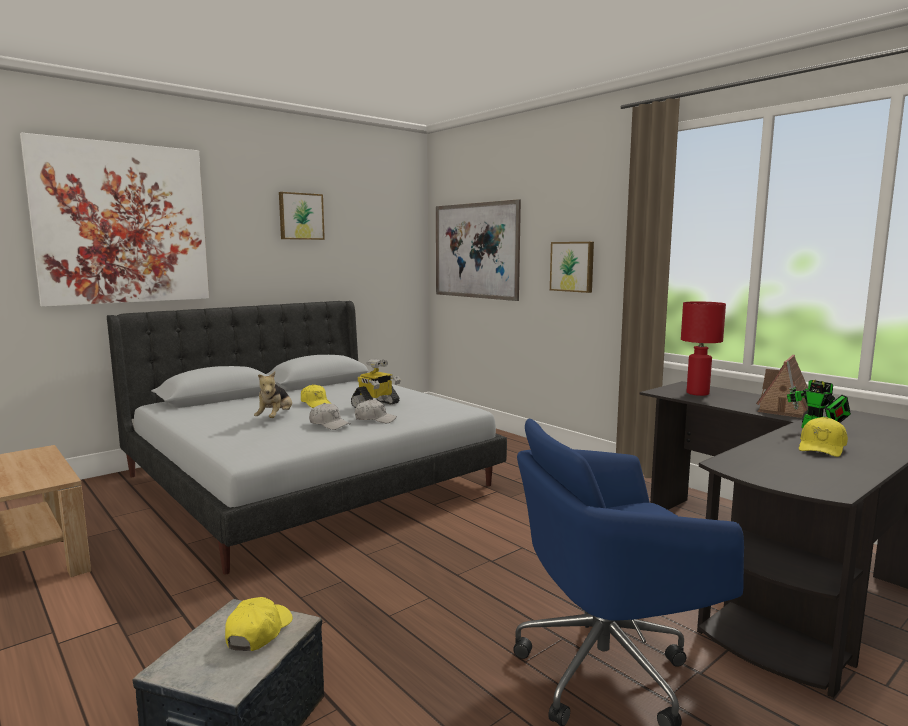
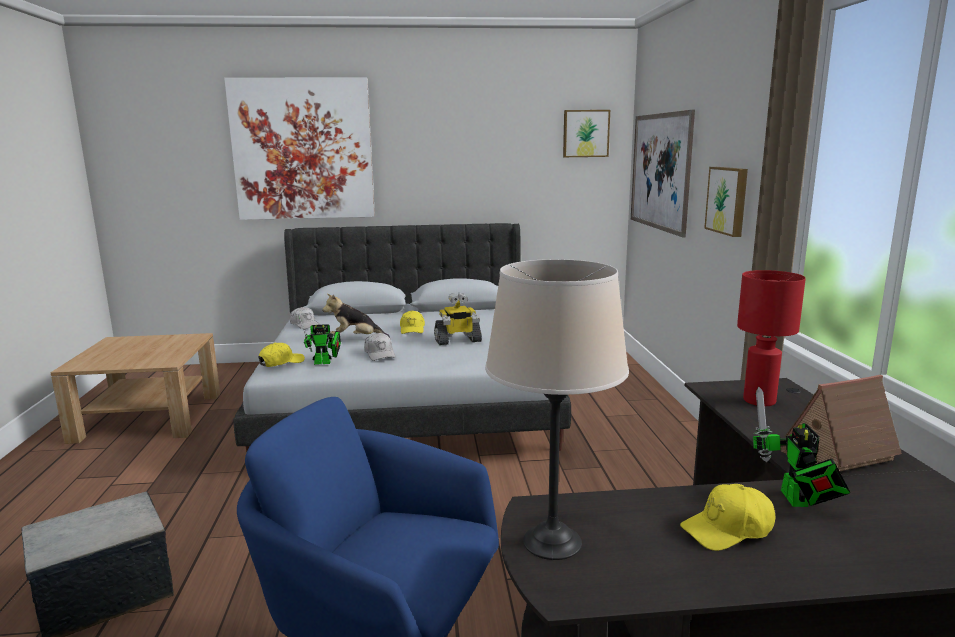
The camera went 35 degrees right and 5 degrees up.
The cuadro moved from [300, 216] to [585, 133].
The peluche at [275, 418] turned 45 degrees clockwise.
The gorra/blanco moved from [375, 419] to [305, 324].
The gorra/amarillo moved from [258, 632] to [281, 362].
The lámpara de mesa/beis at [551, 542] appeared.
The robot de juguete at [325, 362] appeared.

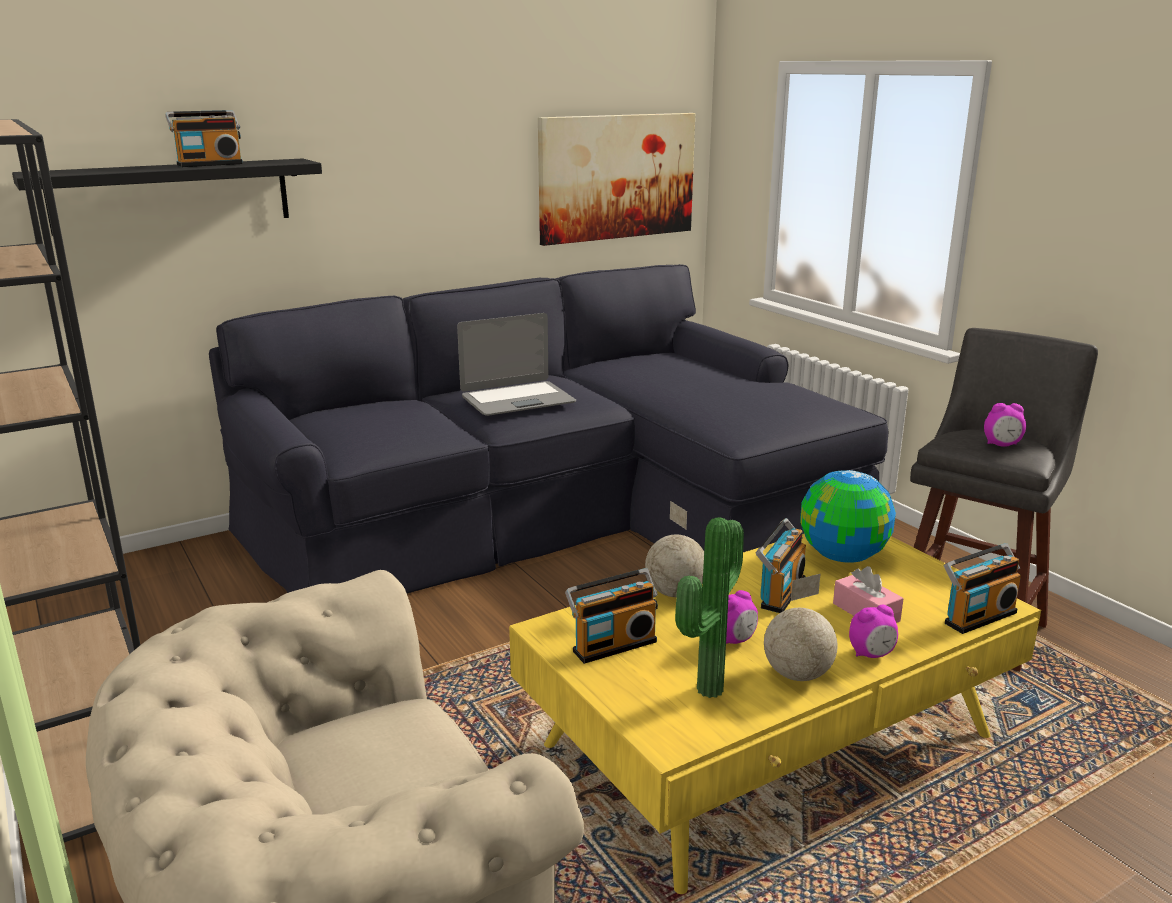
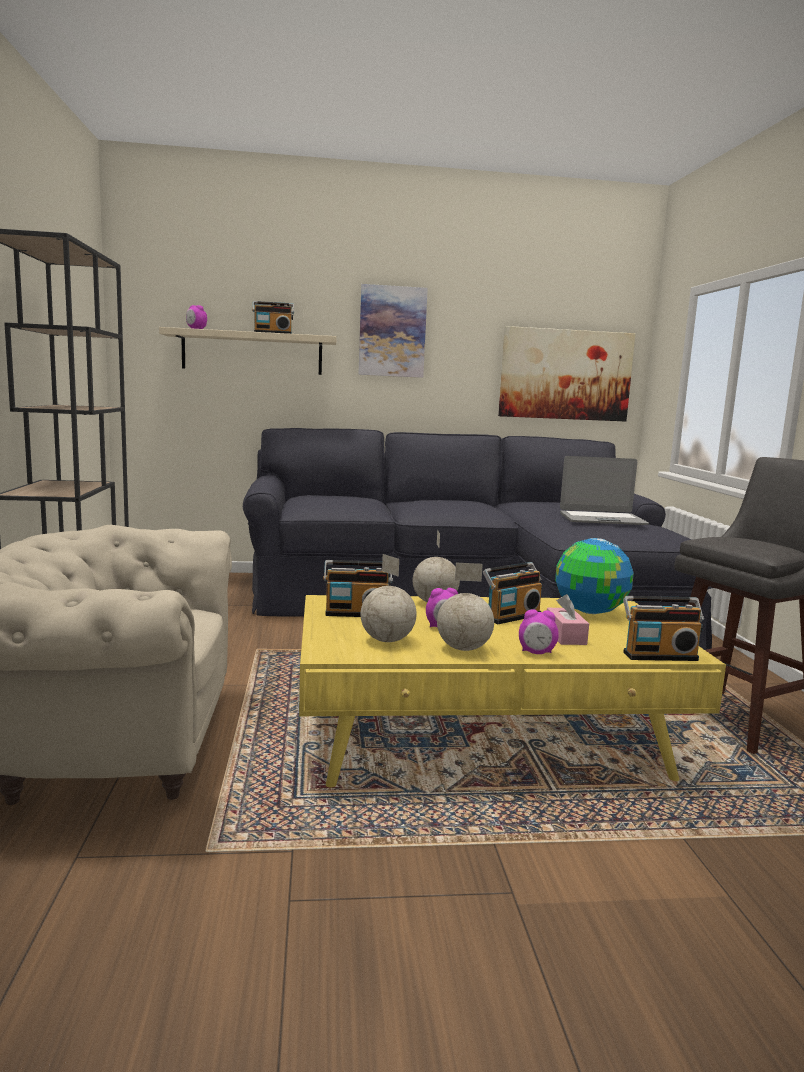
The camera went 25 degrees right and 10 degrees down.
The estante/negro at [172, 195] became the estante/beis at [252, 353].
The portátil moved from [517, 400] to [602, 519].
The despertador moved from [1002, 445] to [196, 329].
The planta en maceta at [704, 688] was replaced by the globo terráqueo at [387, 640].
The cuadro at [392, 331] appeared.

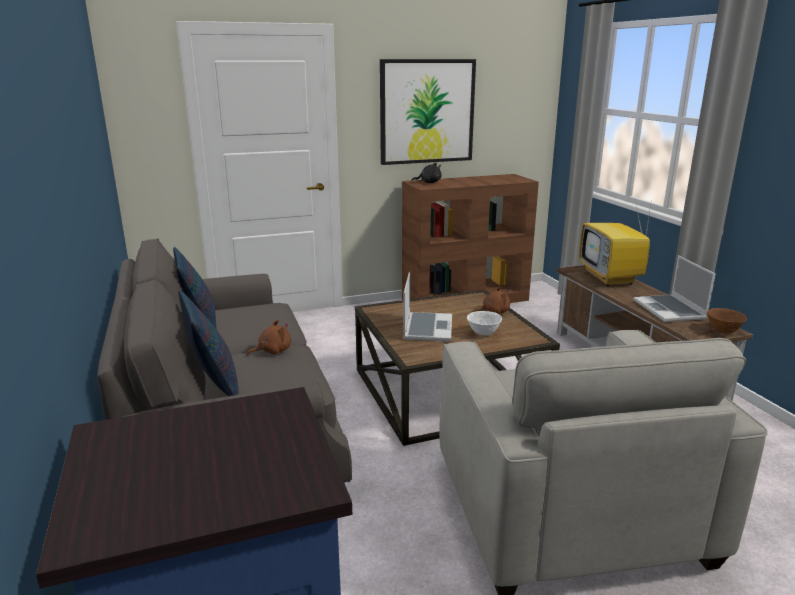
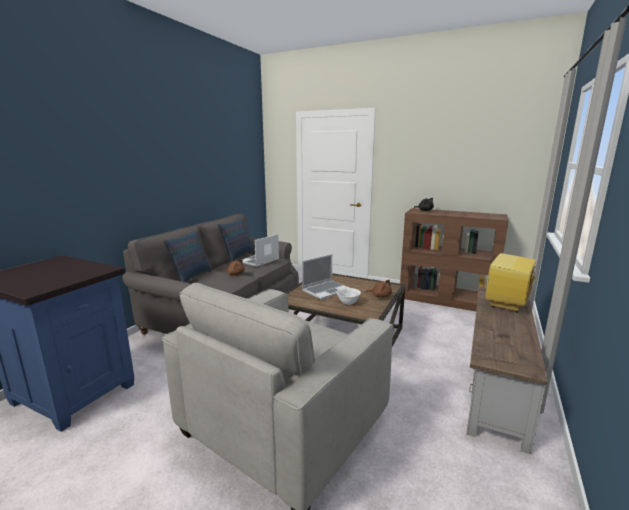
The camera went 45 degrees right and 5 degrees down.
The cuadro at [427, 112] disappeared.
The portátil moved from [670, 310] to [259, 261].
The cuenco/marrón at [723, 331] disappeared.

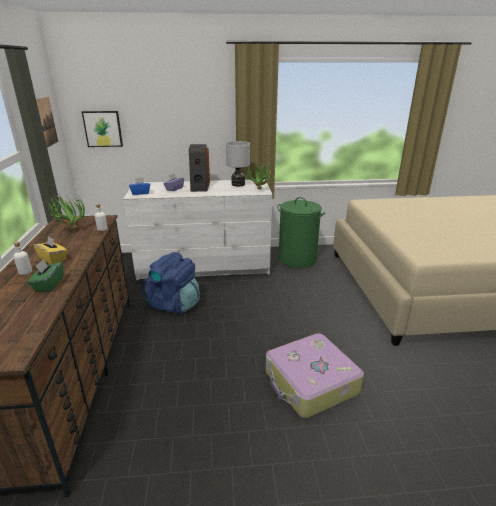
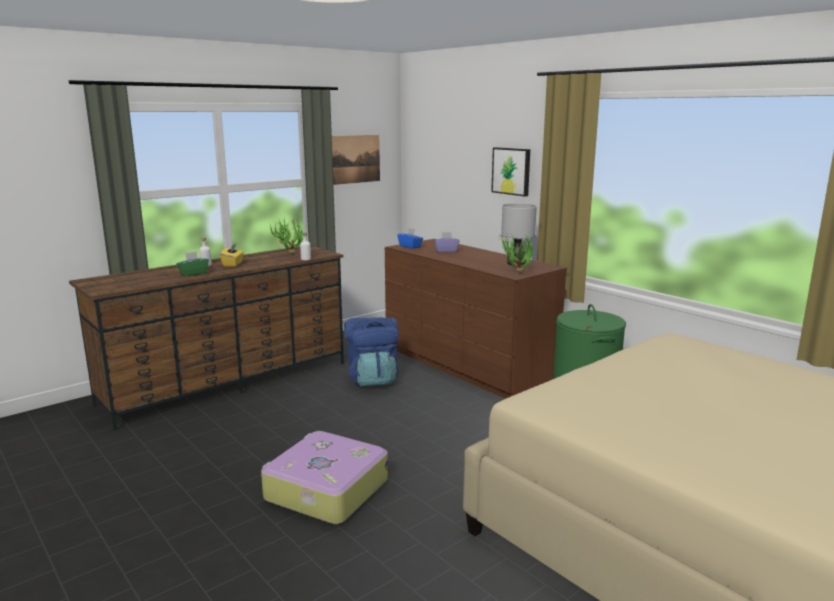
The camera went 55 degrees right and 10 degrees down.
The cuadro moved from [103, 129] to [511, 171].
The altavoz at [199, 186] disappeared.
The cómoda/blanco at [204, 266] became the cómoda/marrón at [467, 365].

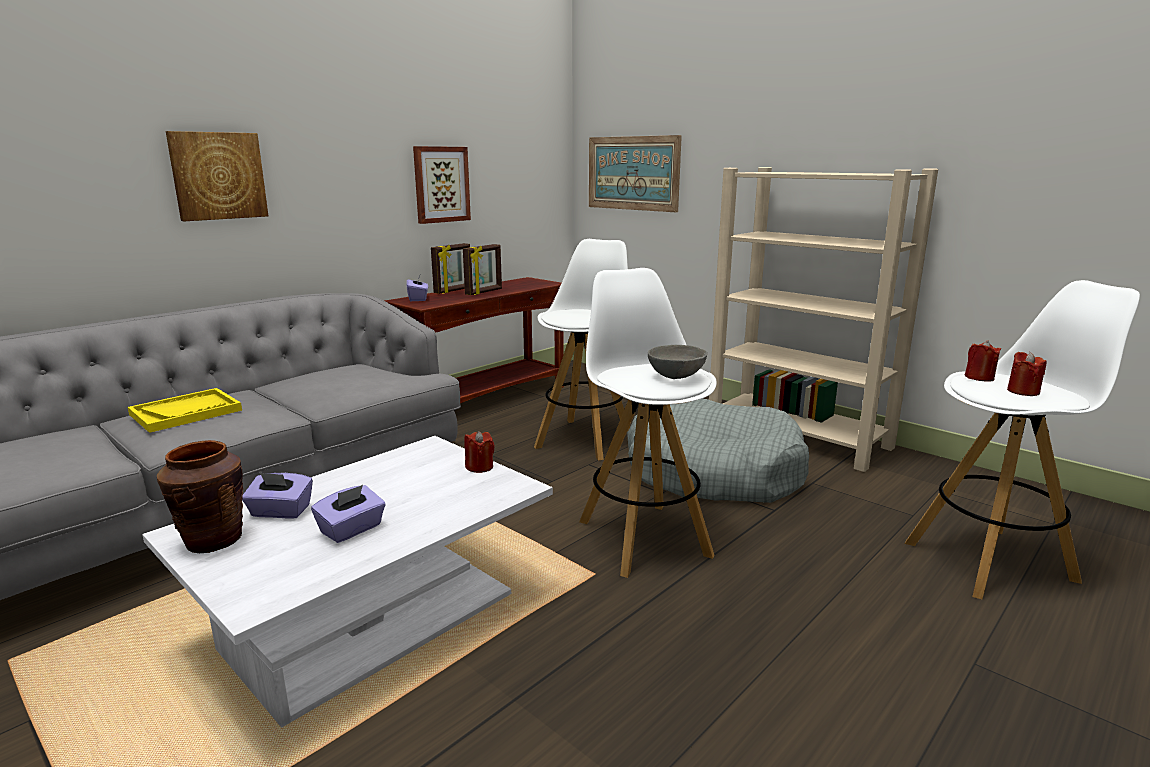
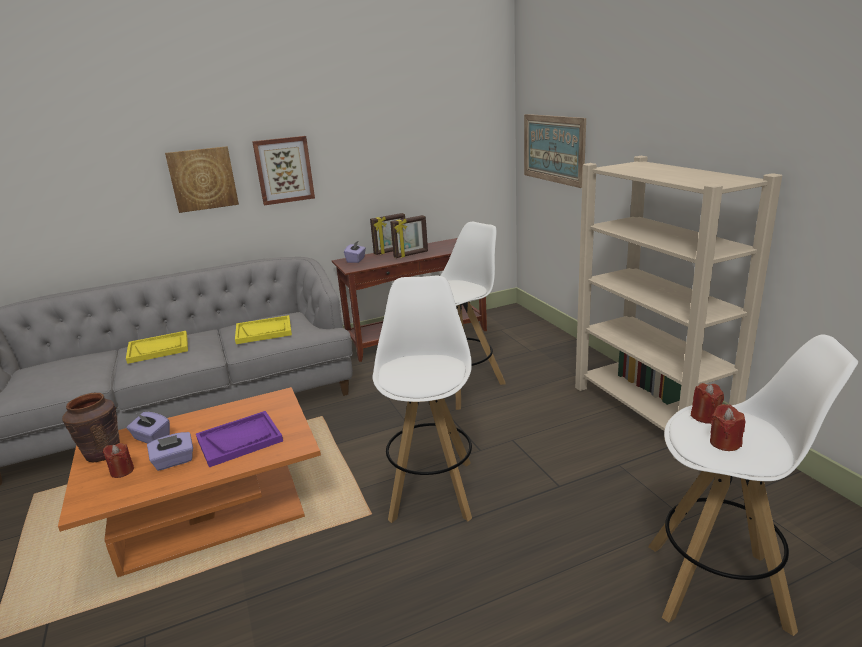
The camera went 25 degrees right and 5 degrees up.
The cuadro moved from [441, 184] to [284, 170].
The cuenco/gris at [676, 376] disappeared.
The cama para perro/gris at [713, 472] disappeared.
The vela/rojo moved from [479, 467] to [122, 471].
The mesa de centro/blanco at [373, 621] became the mesa de centro/naranja at [212, 516].
The bandeja/amarillo at [264, 331] appeared.
The bandeja/morado at [240, 440] appeared.

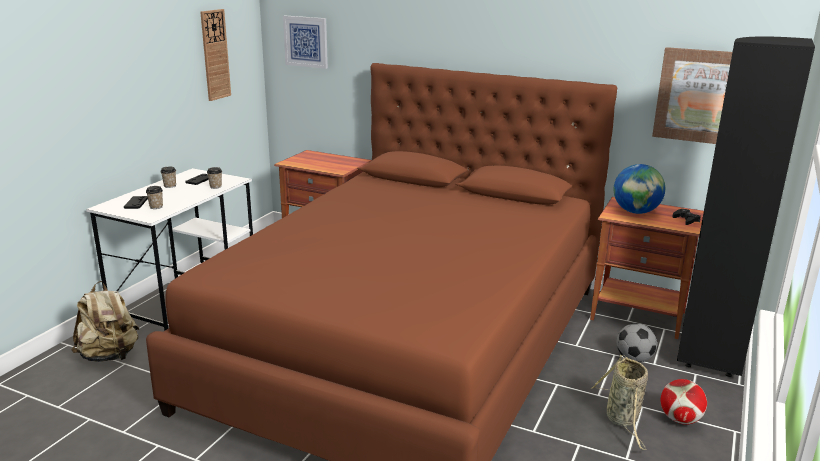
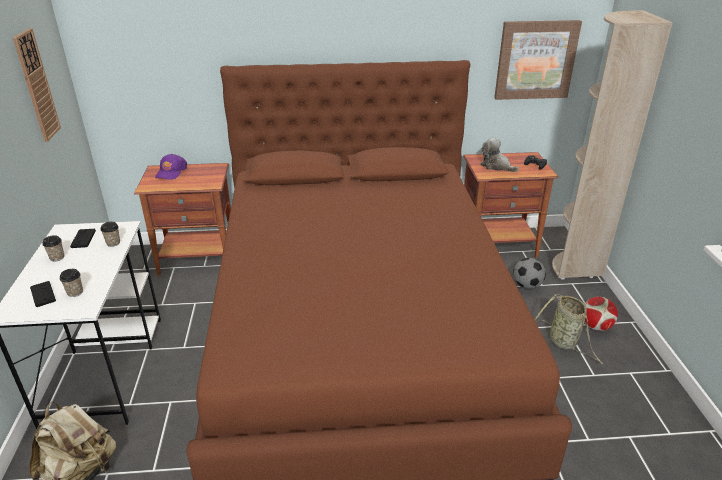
The camera went 30 degrees left and 10 degrees up.
The cuadro at [306, 41] disappeared.
The estantería/negro at [711, 362] became the estantería/beis at [573, 270].
The globo terráqueo at [636, 212] was replaced by the peluche at [496, 166].
The gorra/morado at [171, 172] appeared.

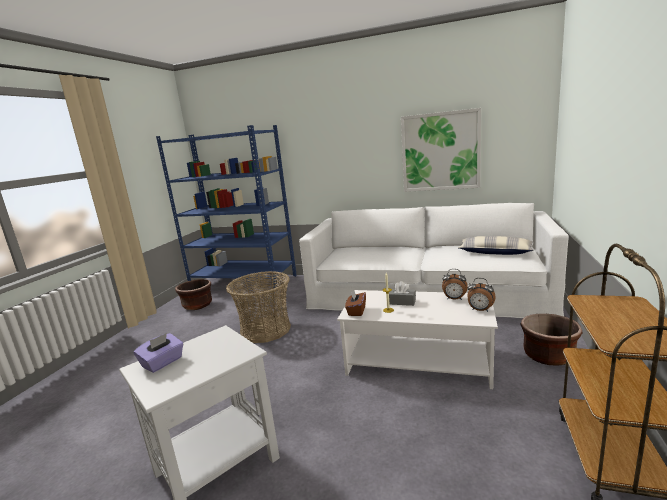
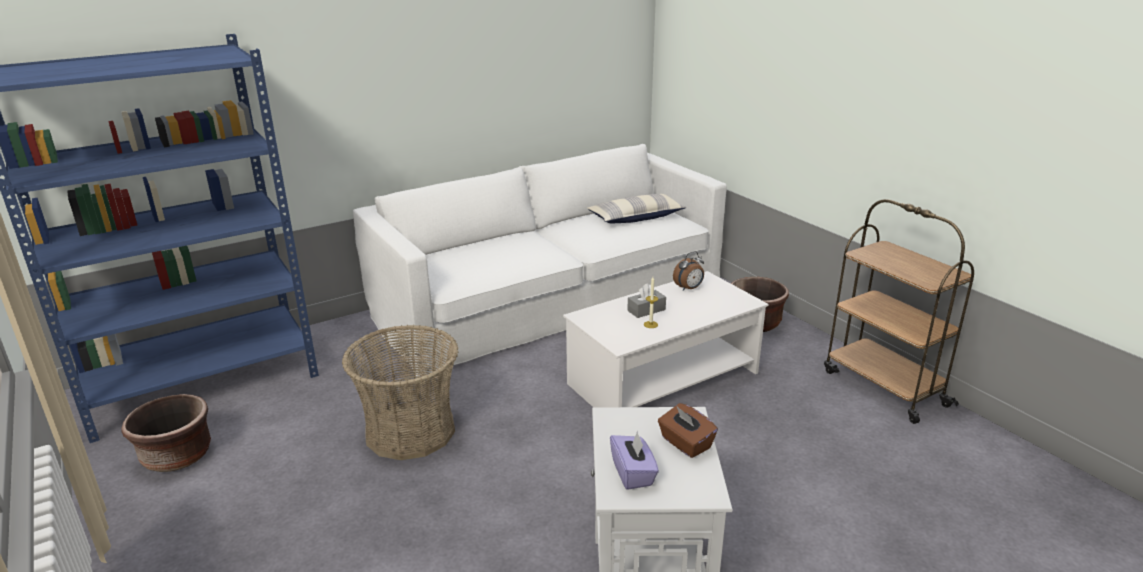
The camera went 50 degrees left and 10 degrees up.
The cuadro at [440, 151] disappeared.
The despertador at [480, 310] disappeared.
The caja de pañuelos/marrón moved from [356, 311] to [685, 443].

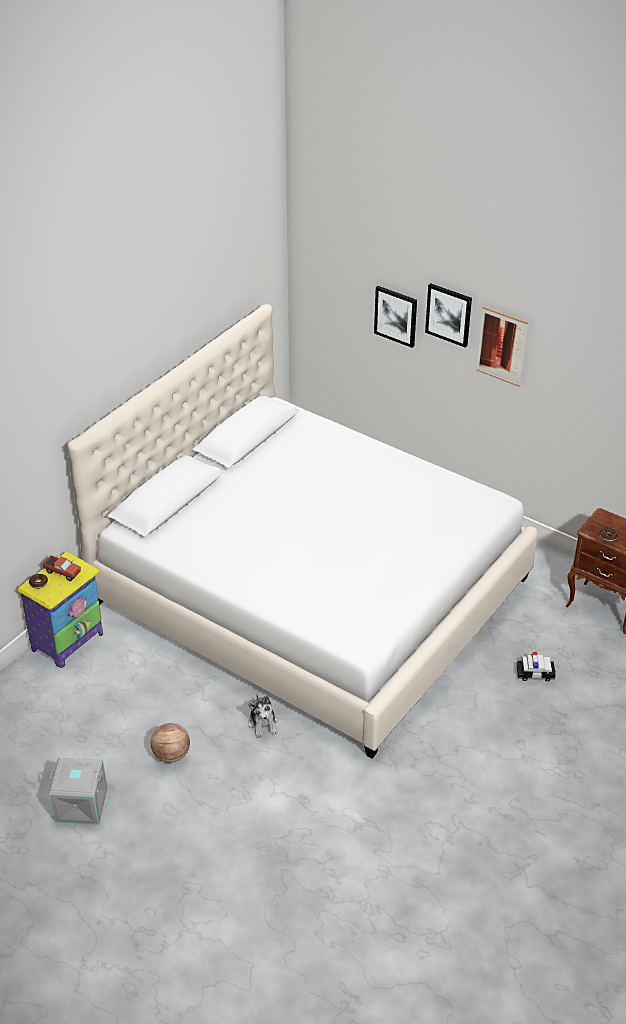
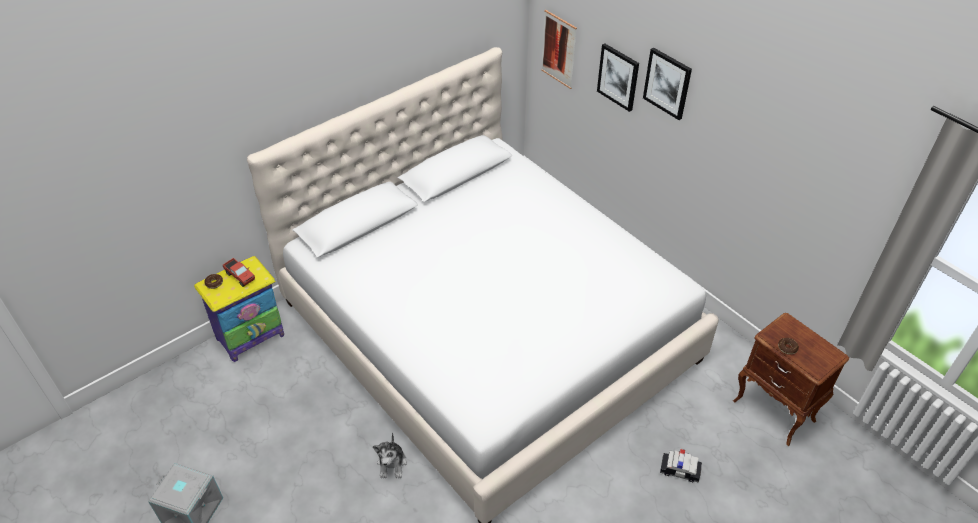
The camera went 15 degrees right and 5 degrees up.
The cuadro moved from [502, 346] to [558, 49].
The balón de baloncesto at [171, 755] disappeared.

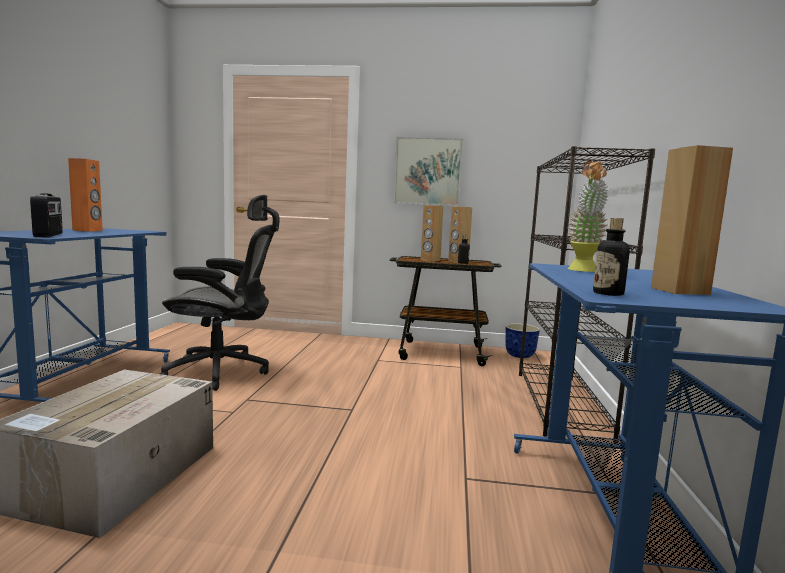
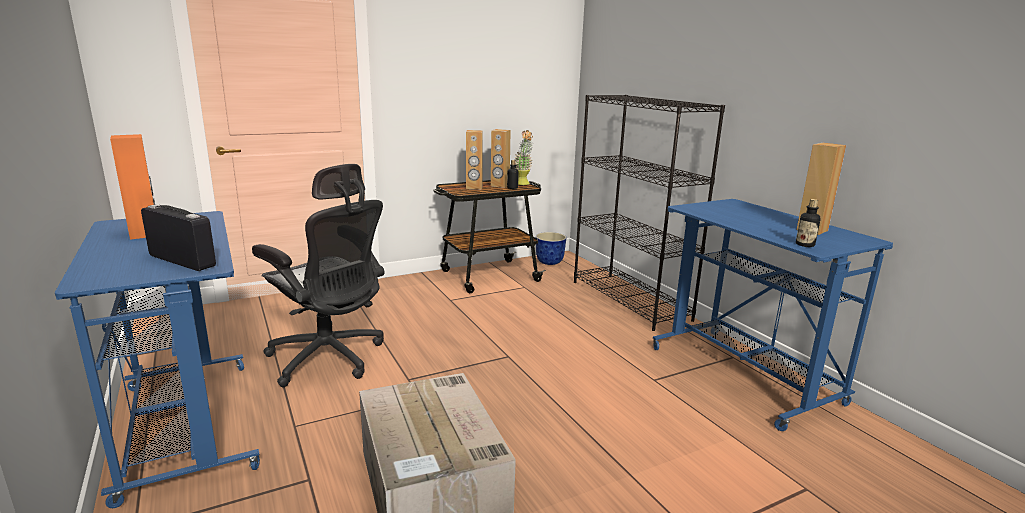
The camera went 35 degrees left and 10 degrees up.
The cuadro at [427, 171] disappeared.
The planta en maceta moved from [583, 271] to [523, 184].
The silla de oficina at [222, 372] turned 75 degrees clockwise.

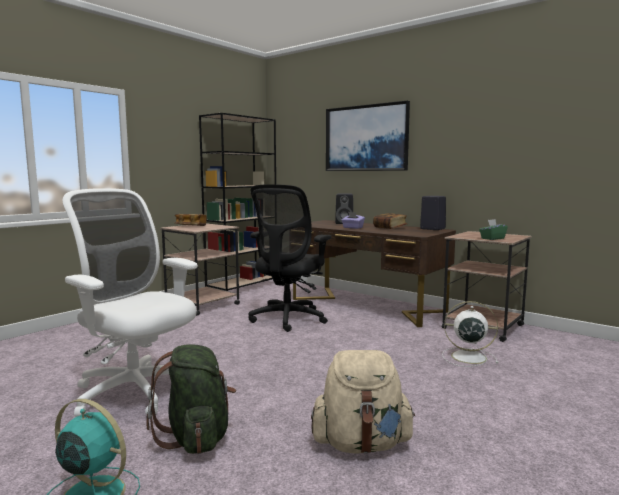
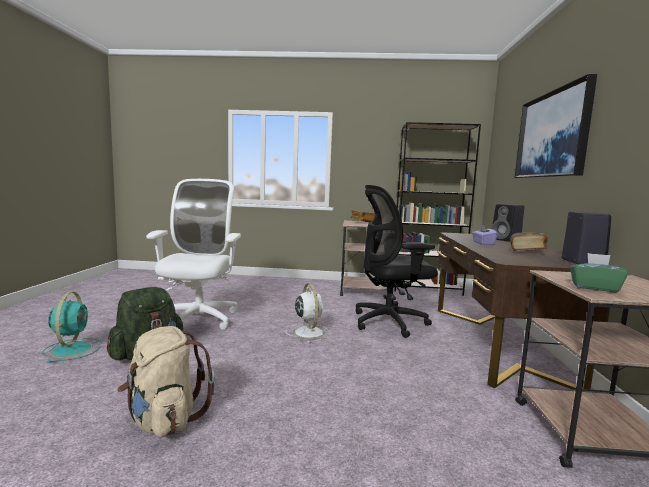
The camera went 55 degrees right and 0 degrees up.
The ventilador/blanco moved from [467, 357] to [308, 332].

